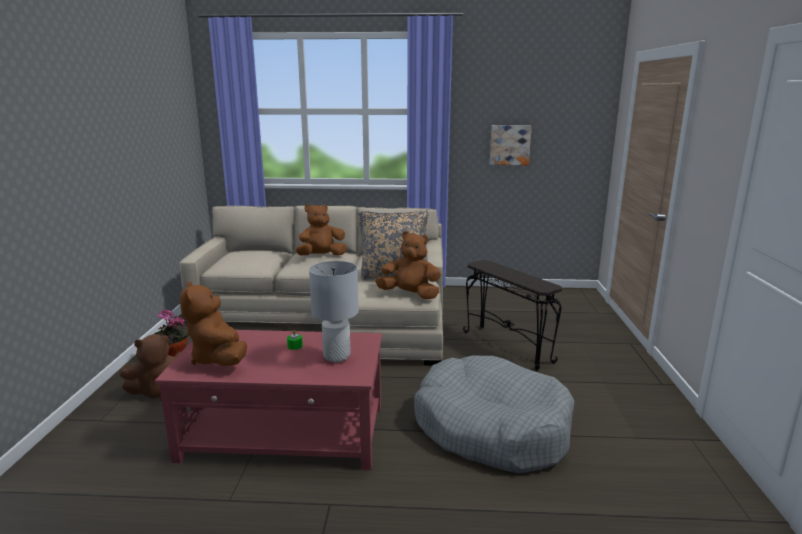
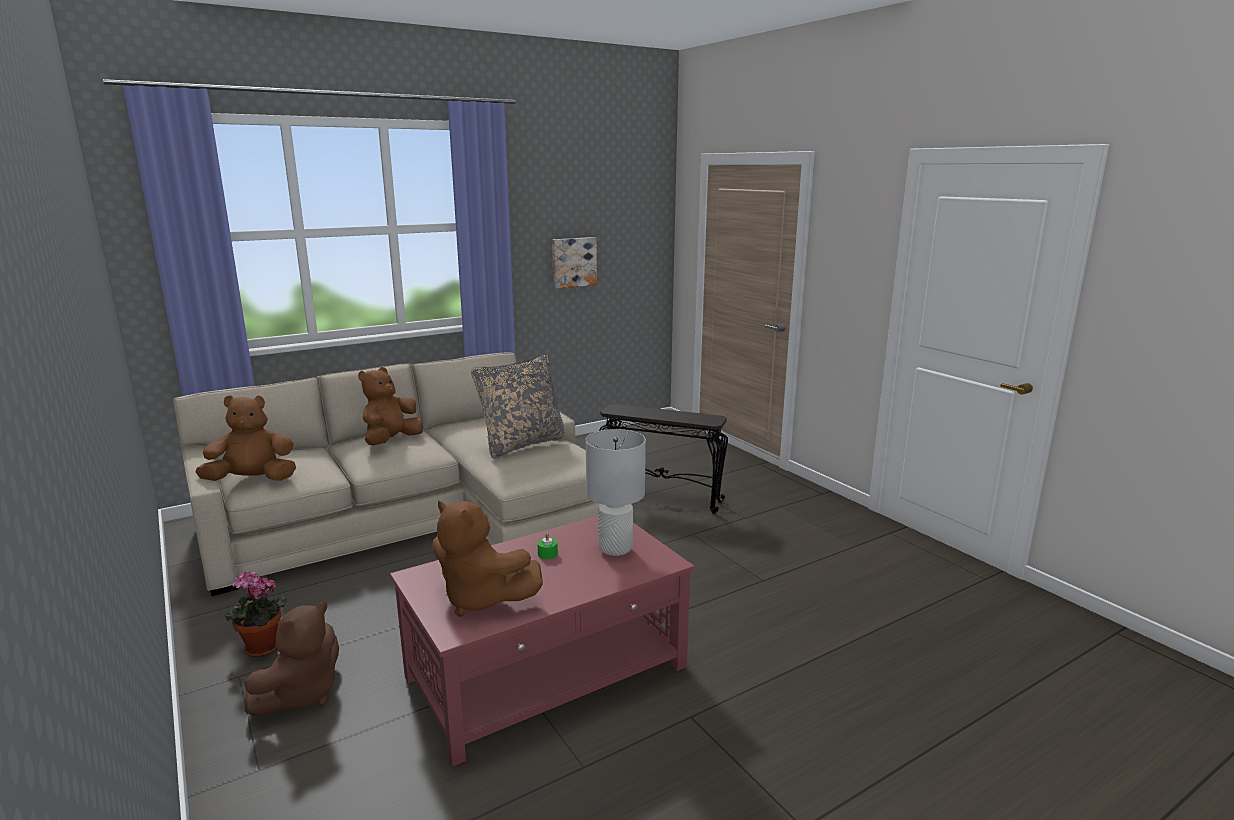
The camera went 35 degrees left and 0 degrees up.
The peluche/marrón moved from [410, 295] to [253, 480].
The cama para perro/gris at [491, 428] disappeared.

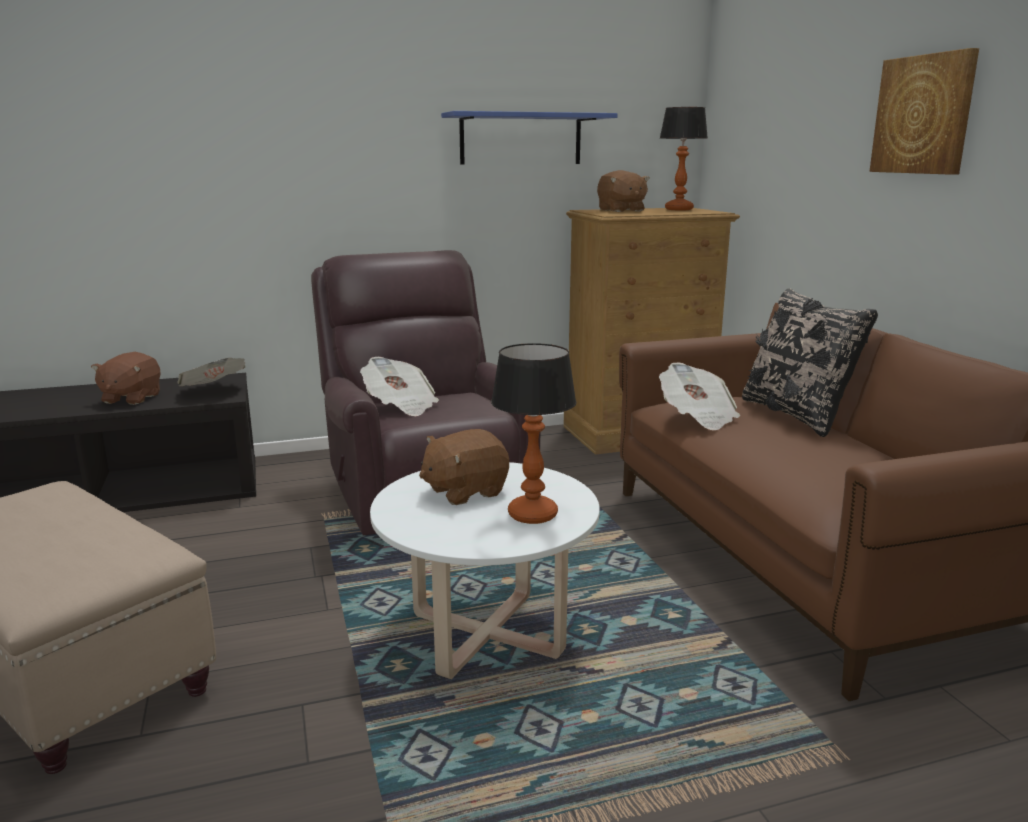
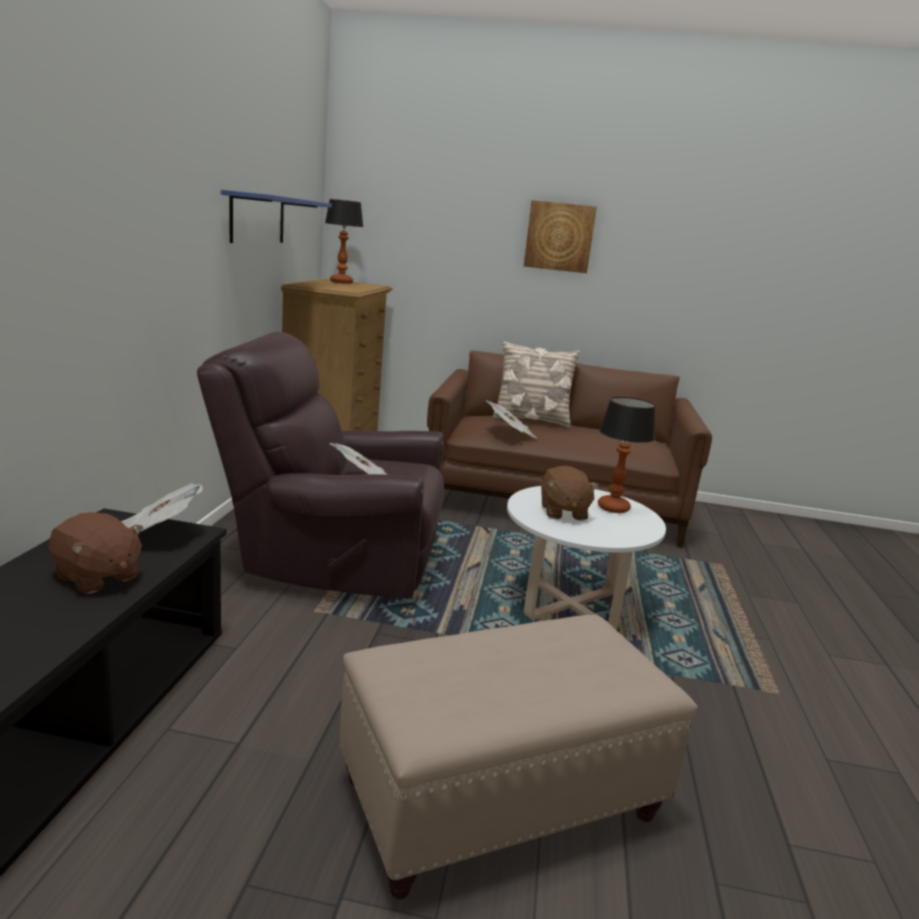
The camera went 65 degrees left and 0 degrees up.
The peluche/marrón at [620, 210] disappeared.
The cojín/negro at [794, 416] became the cojín/beis at [531, 420].

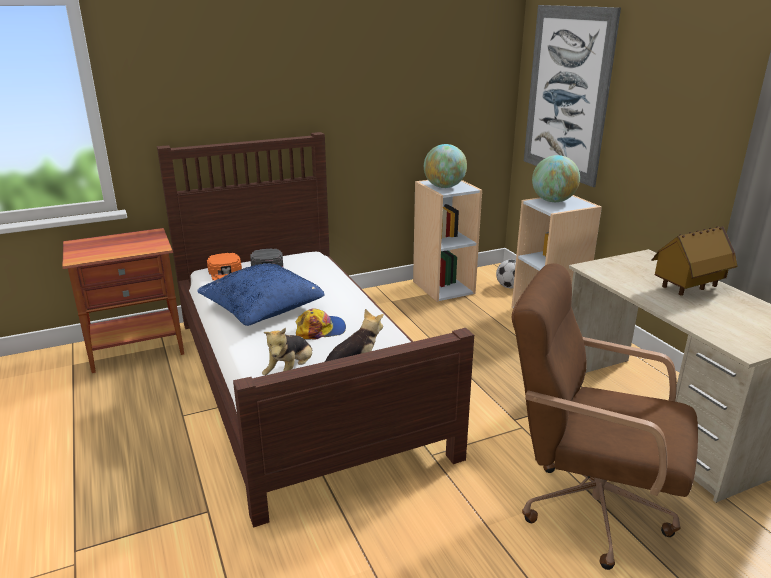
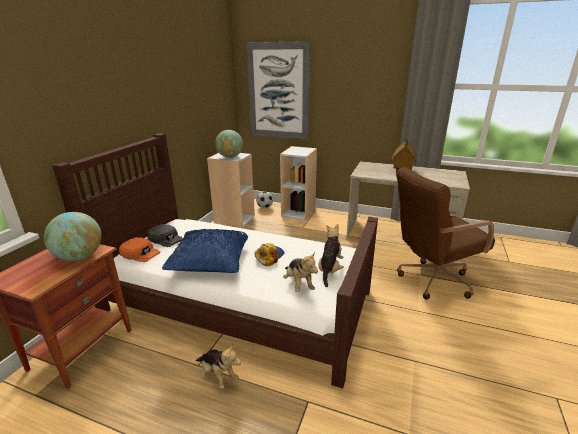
The camera went 45 degrees left and 0 degrees up.
The globo terráqueo moved from [553, 201] to [80, 257].
The peluche at [218, 375] appeared.

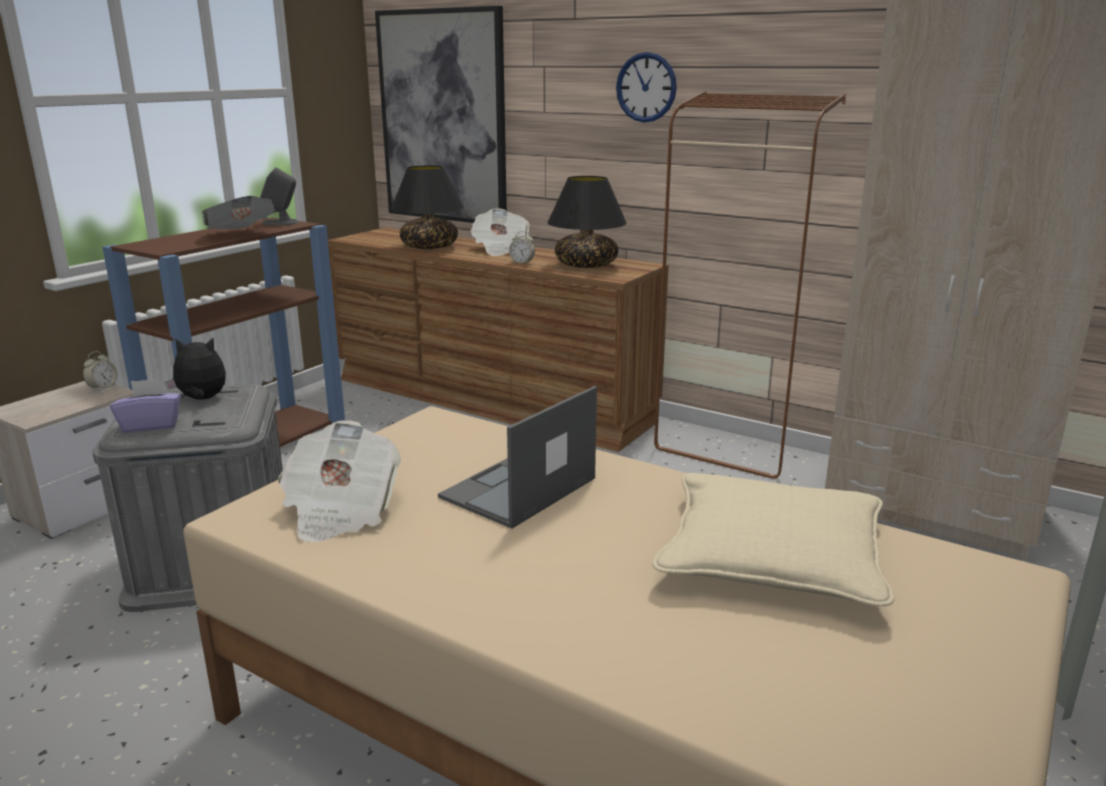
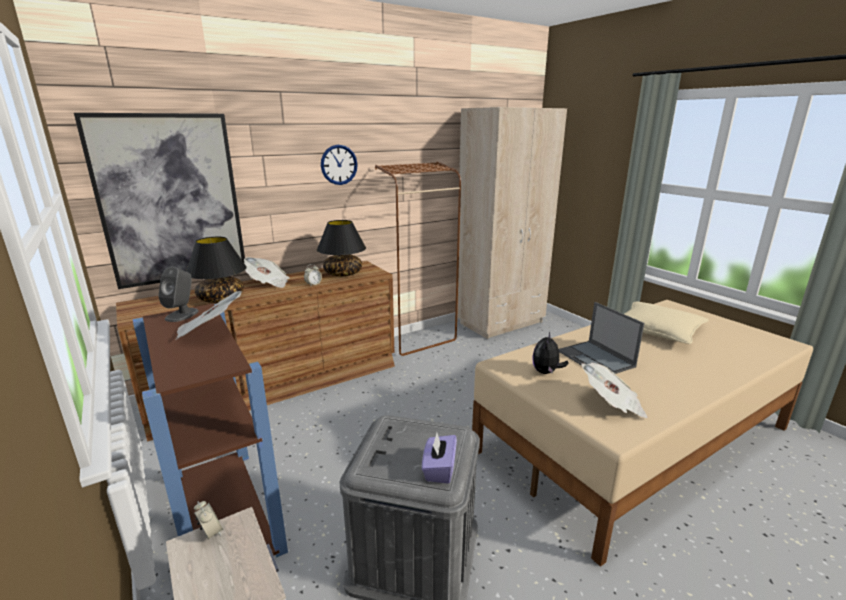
The camera went 65 degrees left and 0 degrees up.
The peluche moved from [202, 399] to [546, 372].

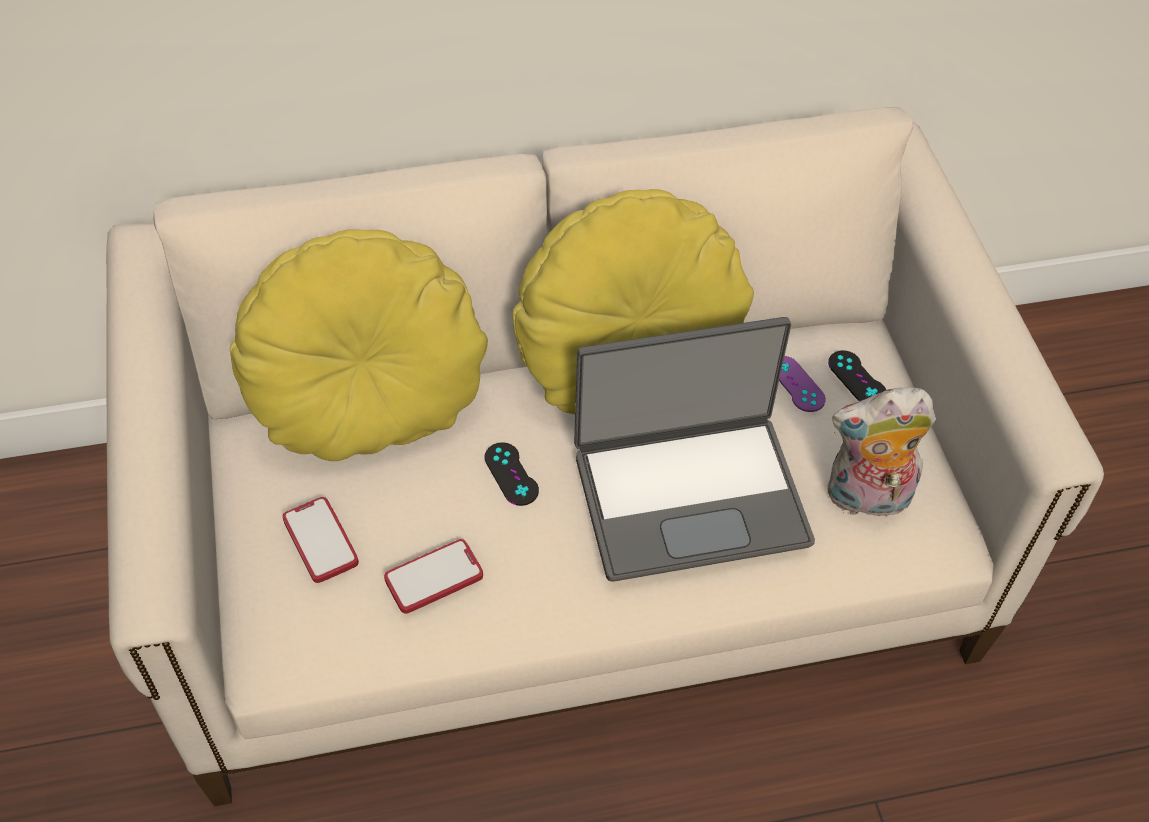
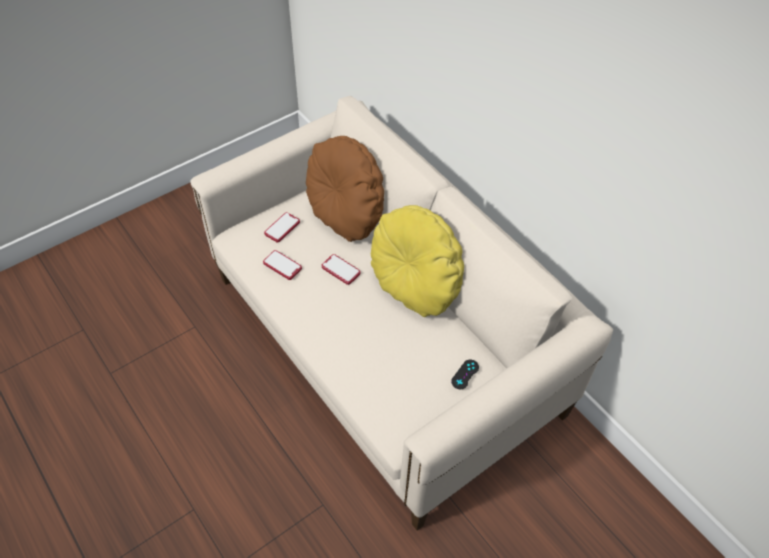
The camera went 65 degrees right and 0 degrees up.
The cojín/amarillo at [371, 416] became the cojín/marrón at [345, 219].
The portátil at [690, 495] disappeared.
The mando de consola/morado at [796, 384] disappeared.
The peluche at [866, 499] disappeared.
The mando de consola/negro at [511, 474] was replaced by the móvil at [340, 270].

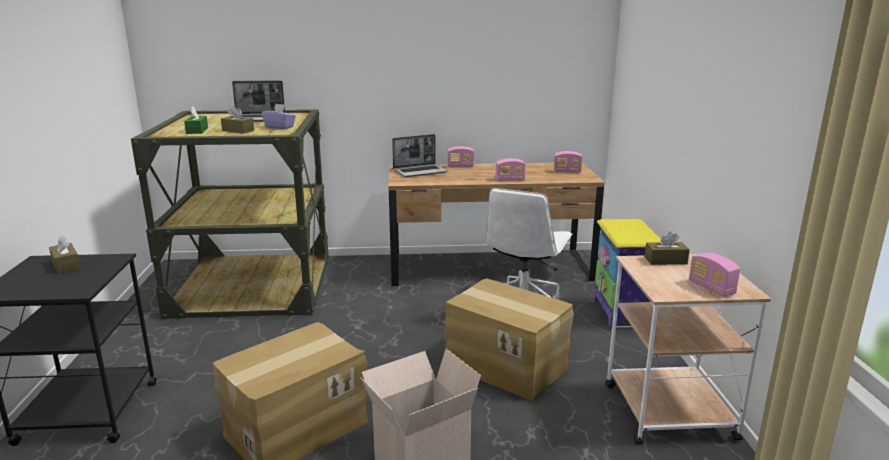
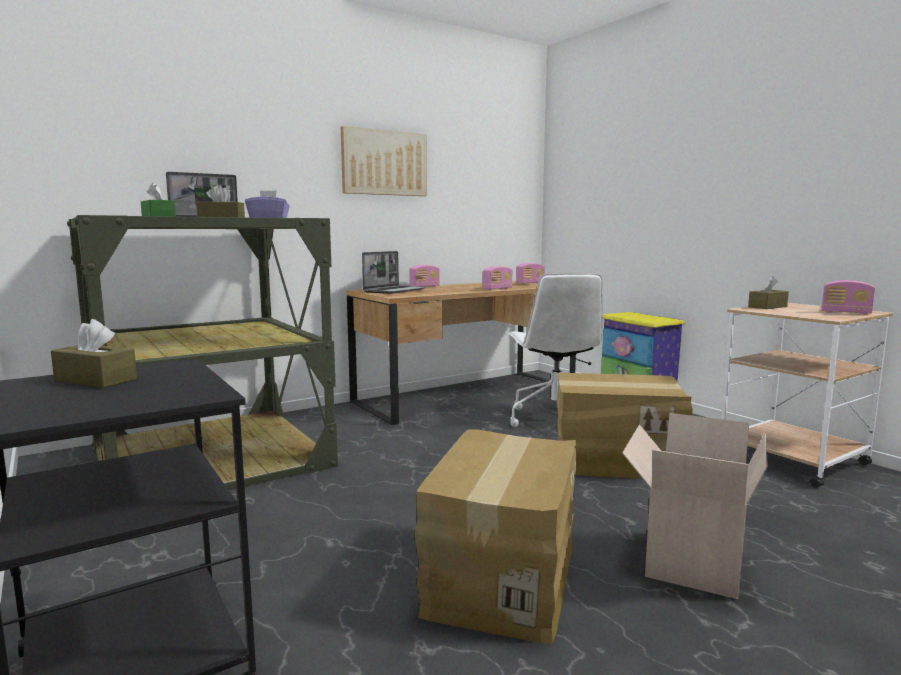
The camera went 30 degrees left and 10 degrees down.
The cuadro at [384, 163] appeared.

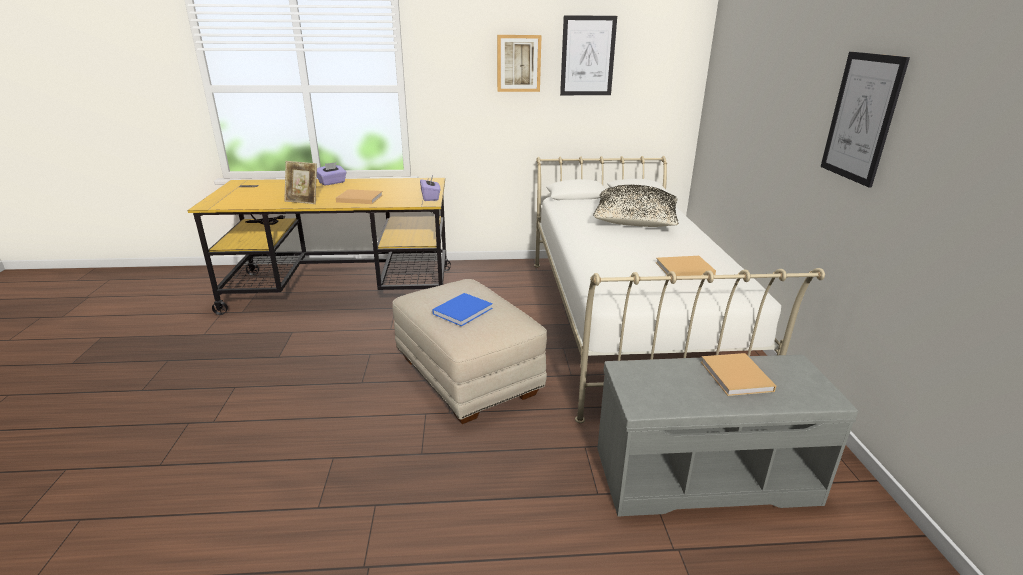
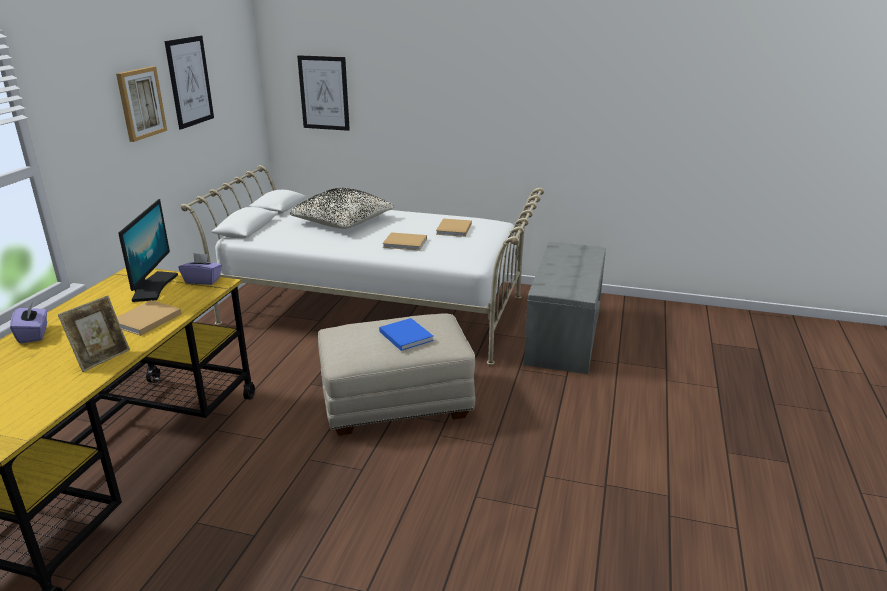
The camera went 70 degrees left and 0 degrees up.
The cuadro moved from [861, 118] to [324, 93].
The libro/beis moved from [737, 377] to [406, 243].
The monitor at [153, 287] appeared.

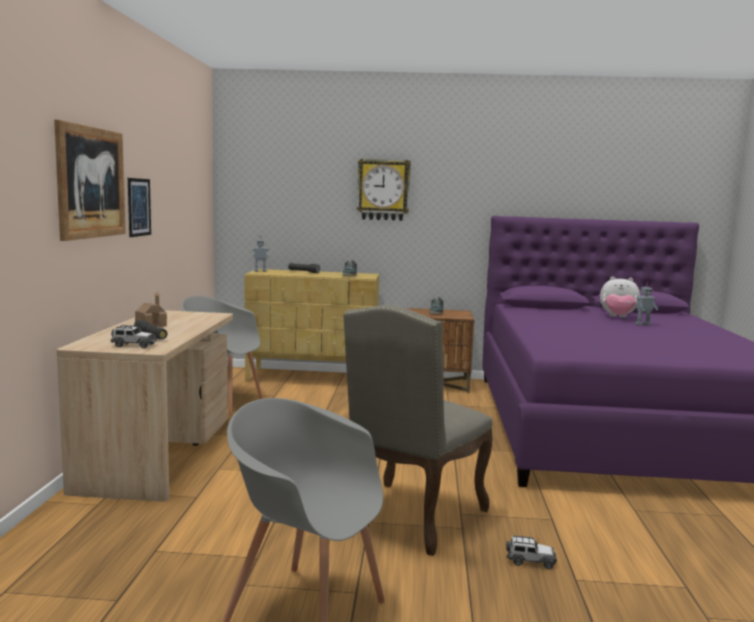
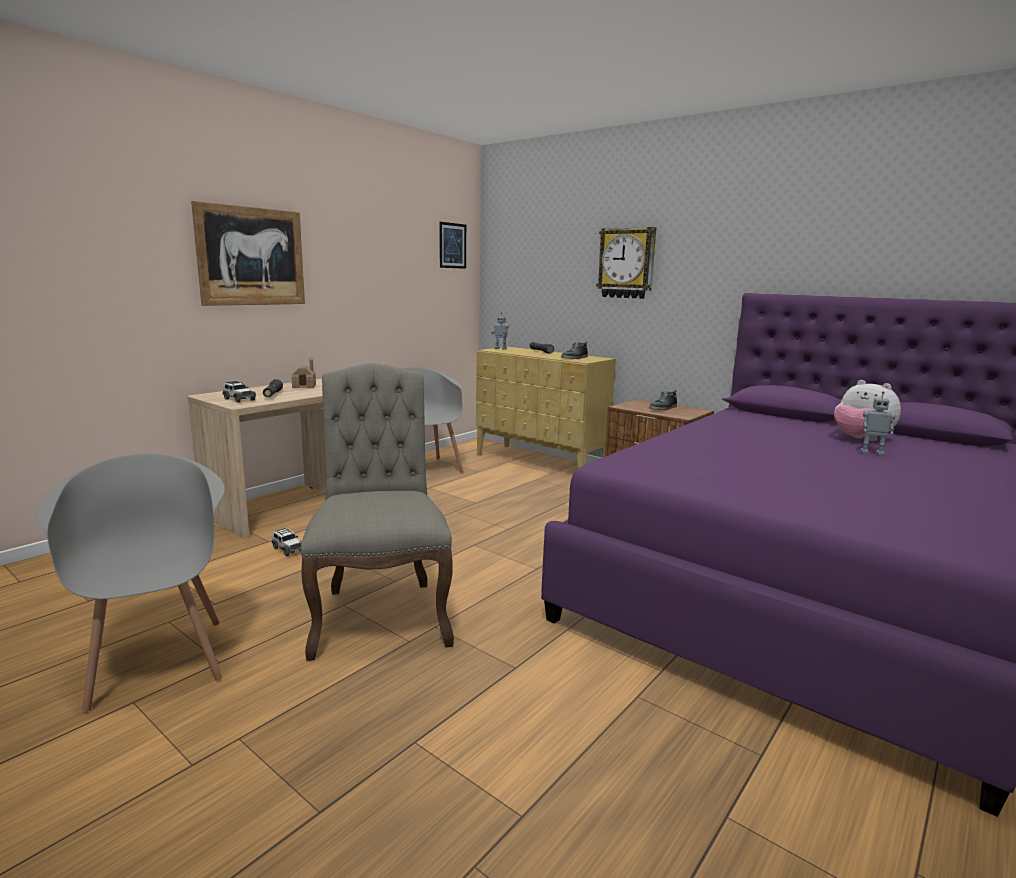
The camera went 35 degrees right and 5 degrees up.
The cuadro moved from [139, 207] to [452, 245].
The silla/gris at [411, 519] turned 105 degrees clockwise.
The coche de juguete moved from [530, 561] to [288, 549].

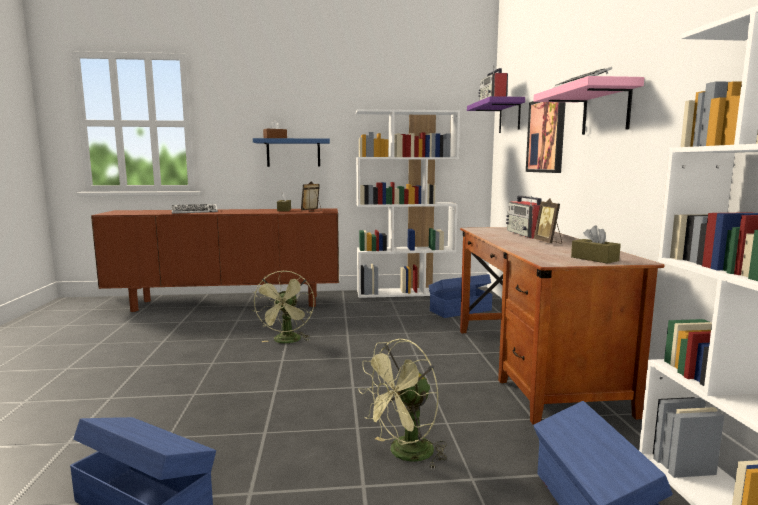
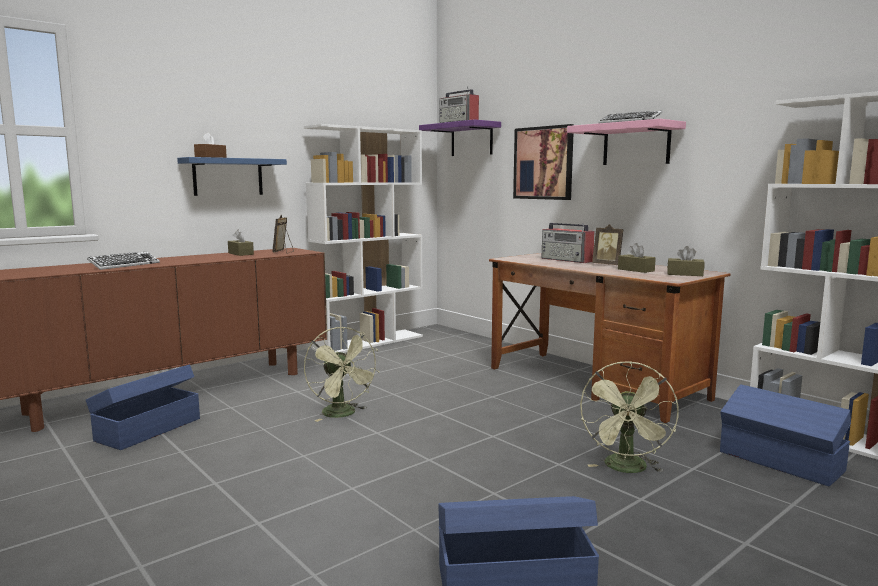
The camera went 35 degrees left and 0 degrees up.
The caja de almacenaje/azul moved from [459, 310] to [147, 429].
The caja de pañuelos/marrón at [636, 270] appeared.

